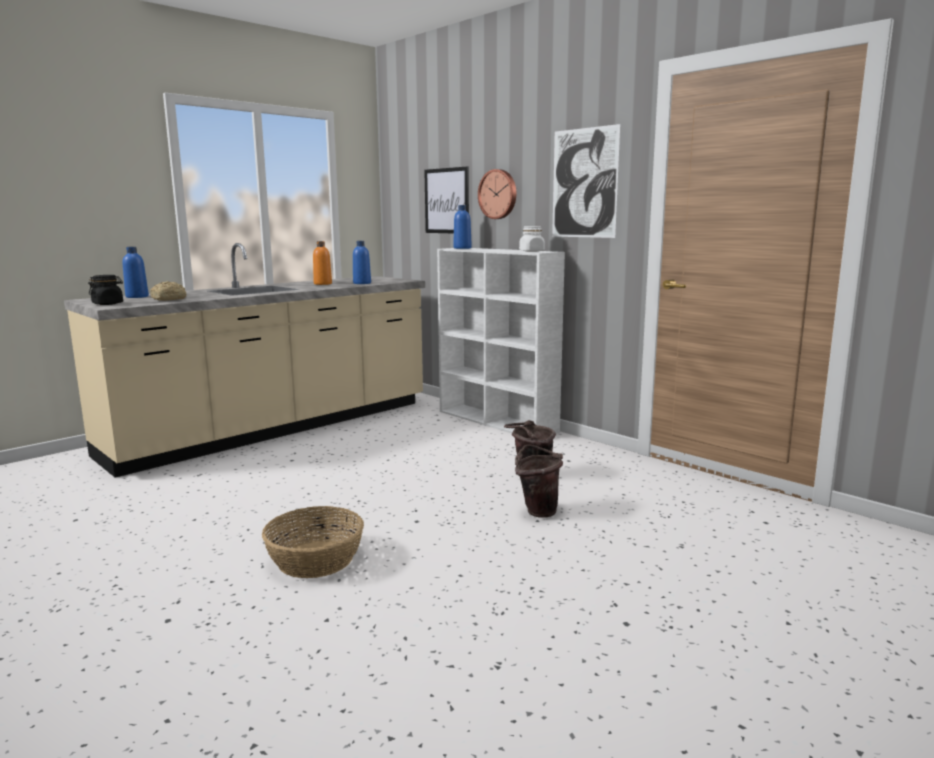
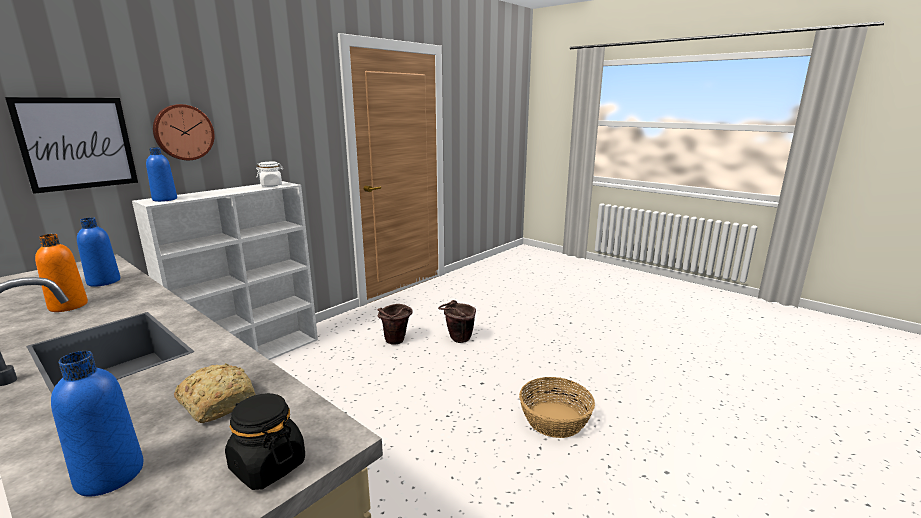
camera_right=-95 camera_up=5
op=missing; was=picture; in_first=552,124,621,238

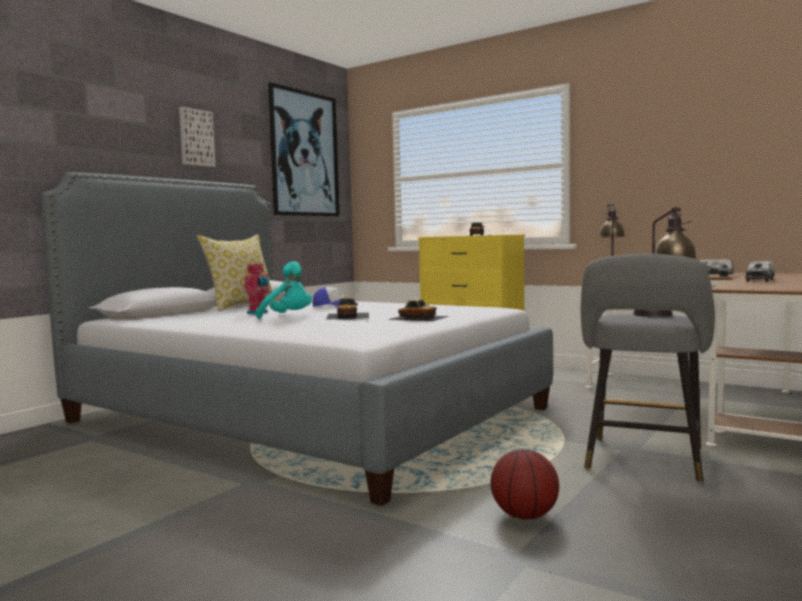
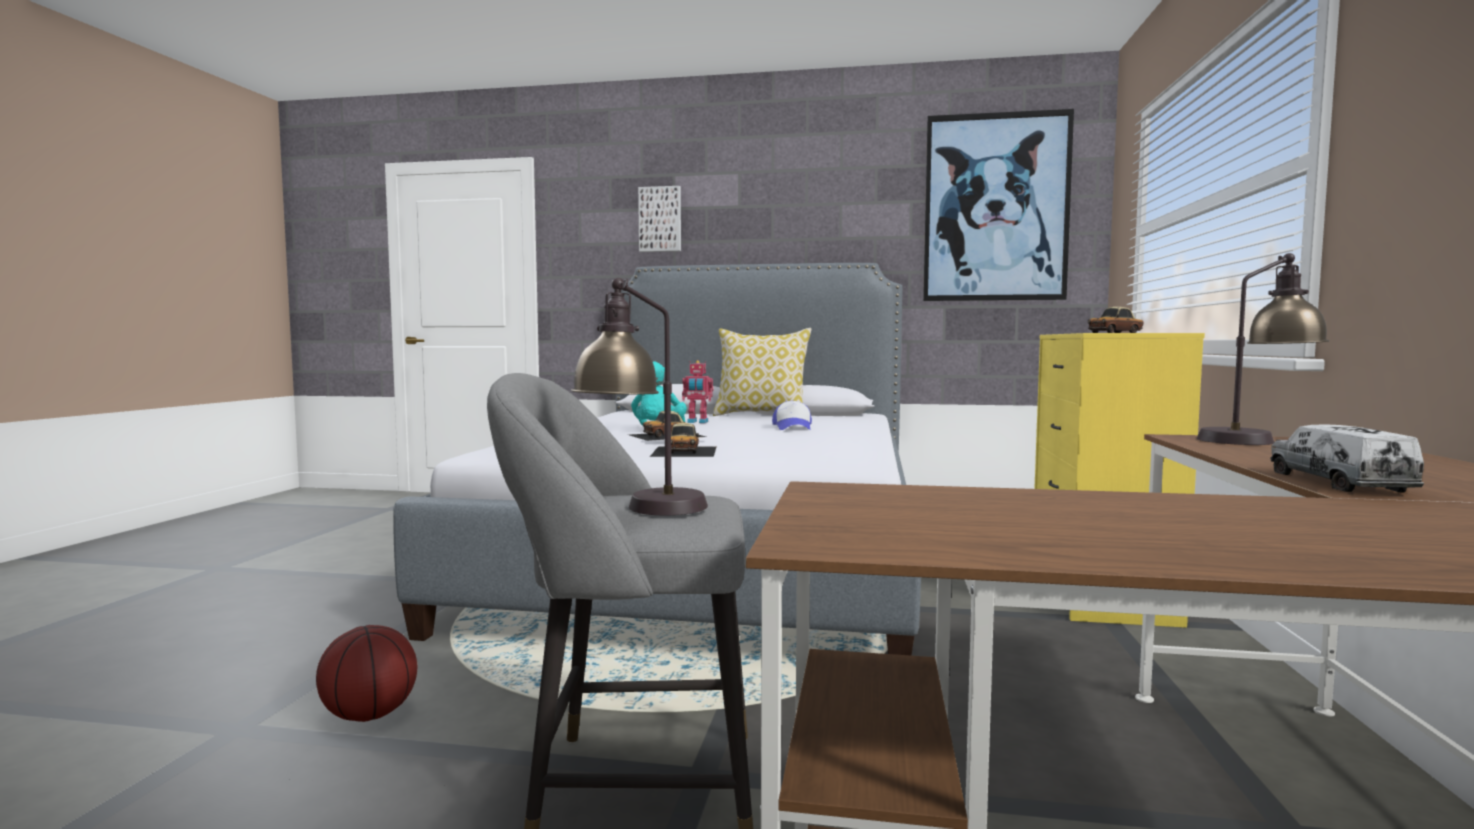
camera_right=65 camera_up=0
op=relocated; was=picture; in_first=179,107,215,167; in_second=638,186,681,252
op=missing; was=toy_truck; in_first=745,261,775,282

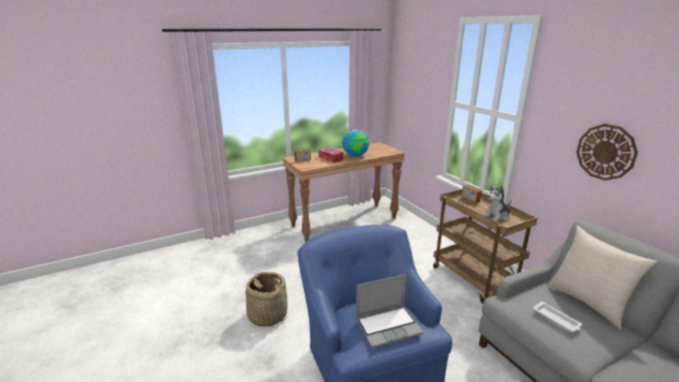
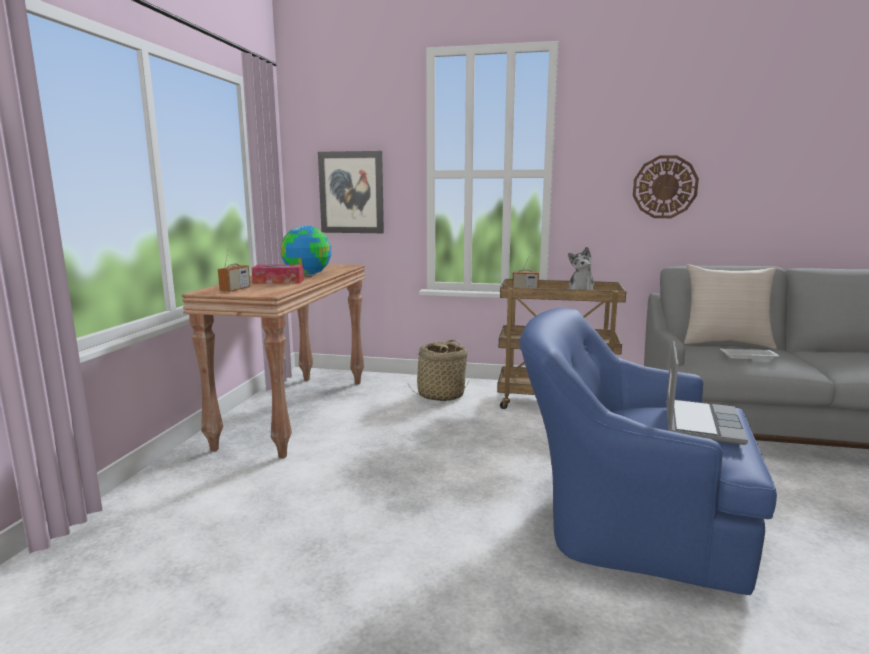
camera_right=-50 camera_up=-10
op=appeared; now=picture; in_second=318,151,384,233
op=relocated; was=basket; in_first=245,272,287,327; in_second=408,340,468,401

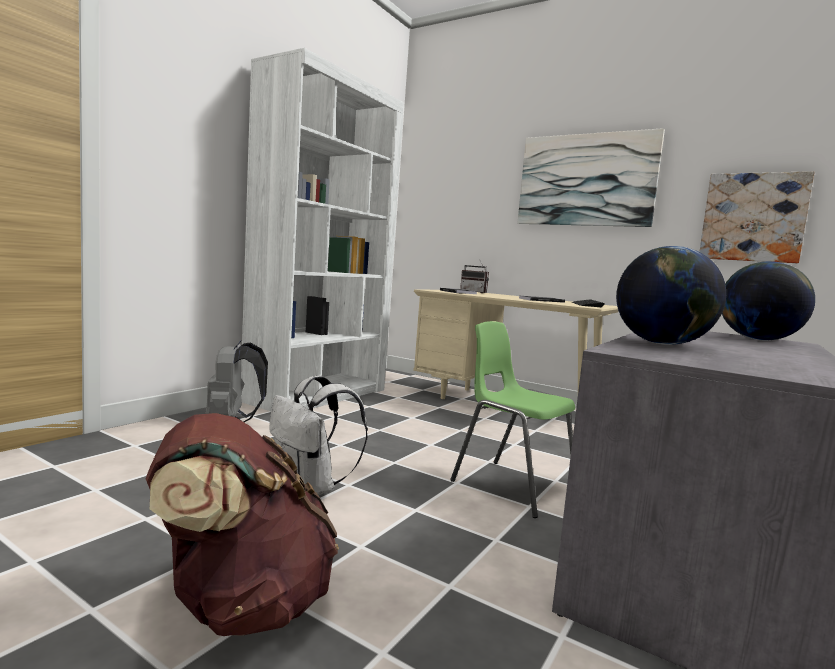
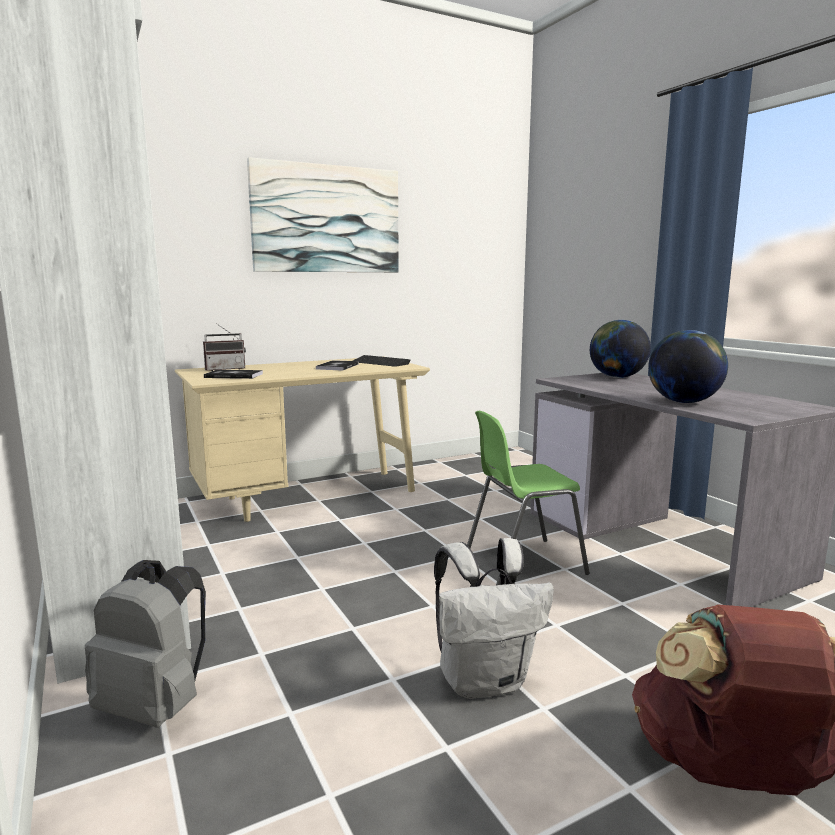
camera_right=-60 camera_up=5
op=missing; was=picture; in_first=699,171,815,263

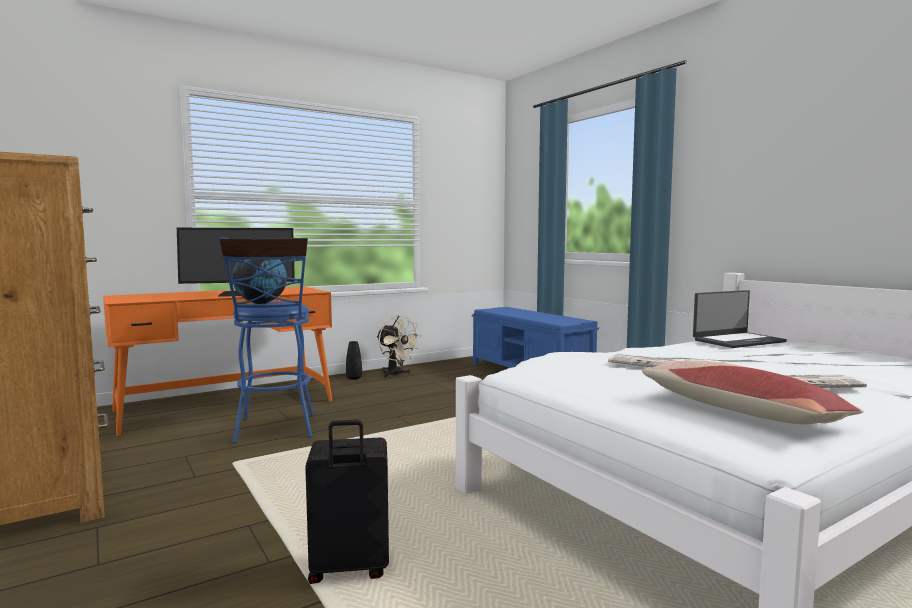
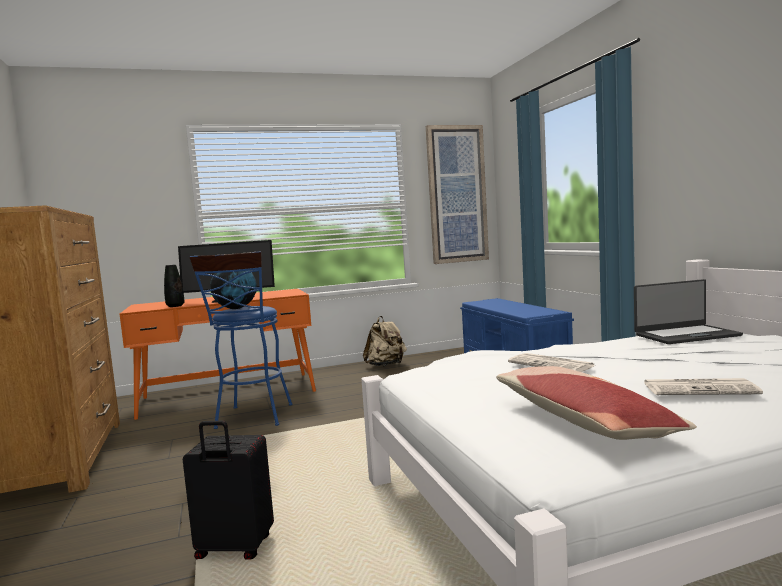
camera_right=15 camera_up=0
op=relocated; was=black_vase; in_first=346,341,362,380; in_second=164,265,184,307
op=exchanged; was=beige_fan; now=beige_backpack; in_first=377,316,421,378; in_second=363,316,407,367
op=appeared; now=picture; in_second=426,125,489,264

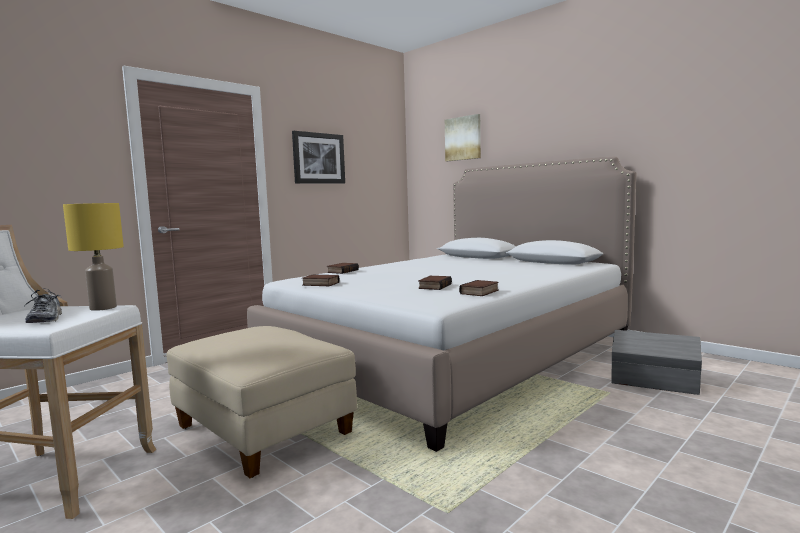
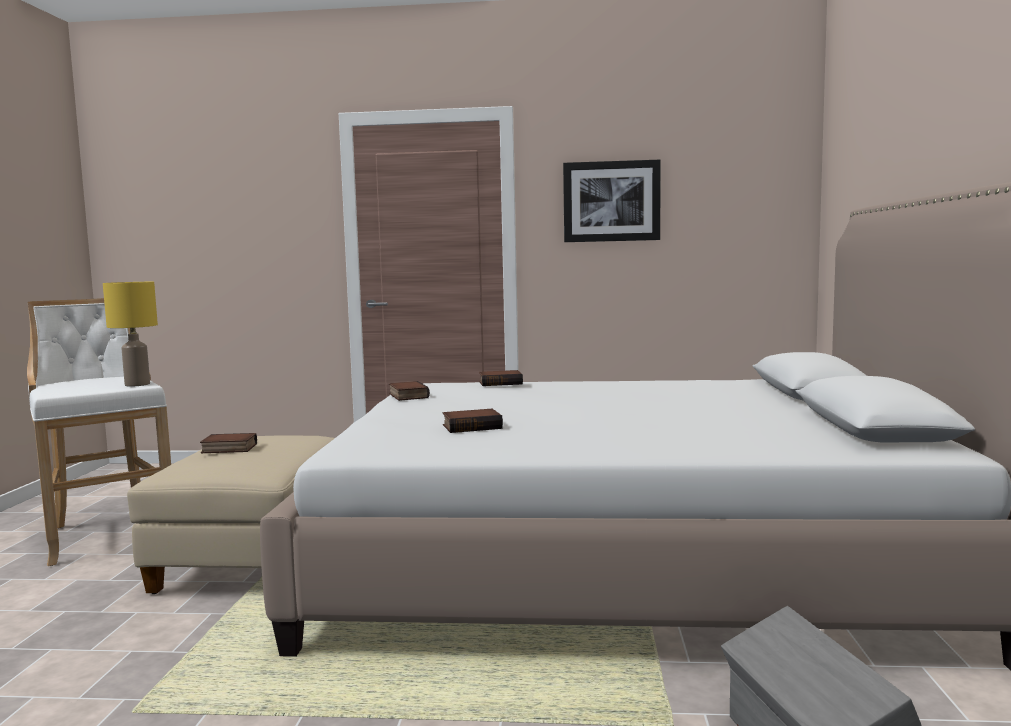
camera_right=50 camera_up=0
op=relocated; was=book; in_first=459,280,499,296; in_second=200,433,257,453
op=missing; was=shoe; in_first=24,289,62,323
op=missing; was=picture; in_first=445,114,481,161

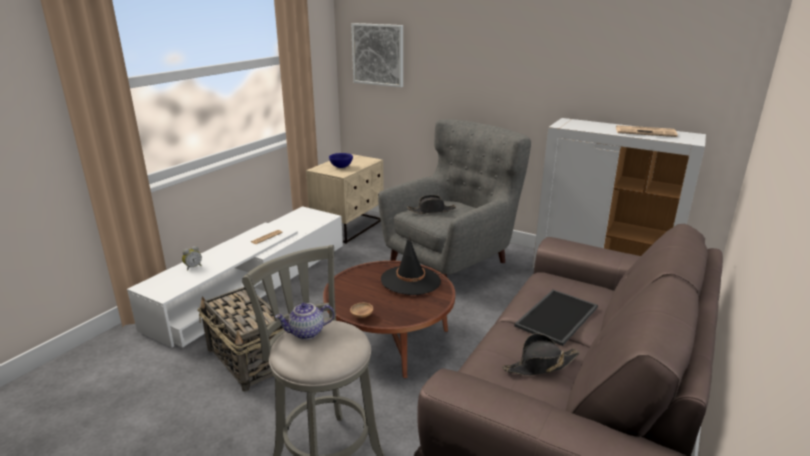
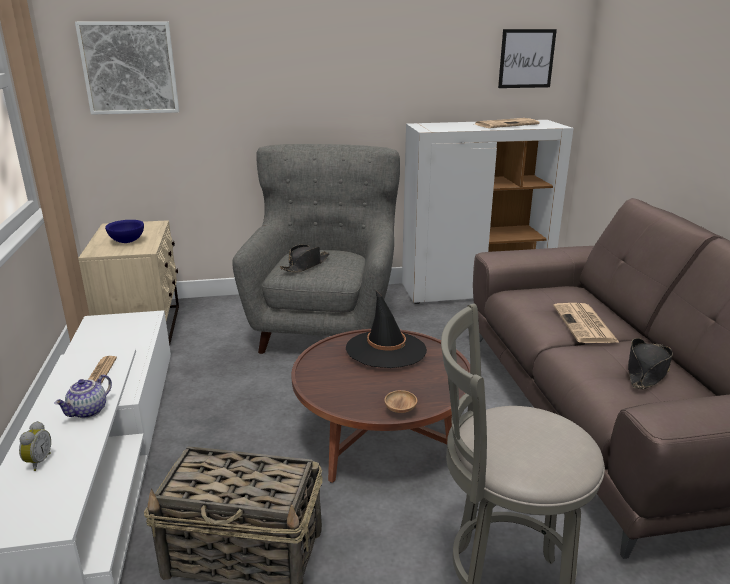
camera_right=-40 camera_up=0
op=relocated; was=teapot; in_first=275,303,334,340; in_second=54,374,112,418
op=appeared; now=picture; in_second=498,29,557,88
op=exchanged; was=tray; now=newspaper; in_first=514,290,598,346; in_second=553,303,620,343

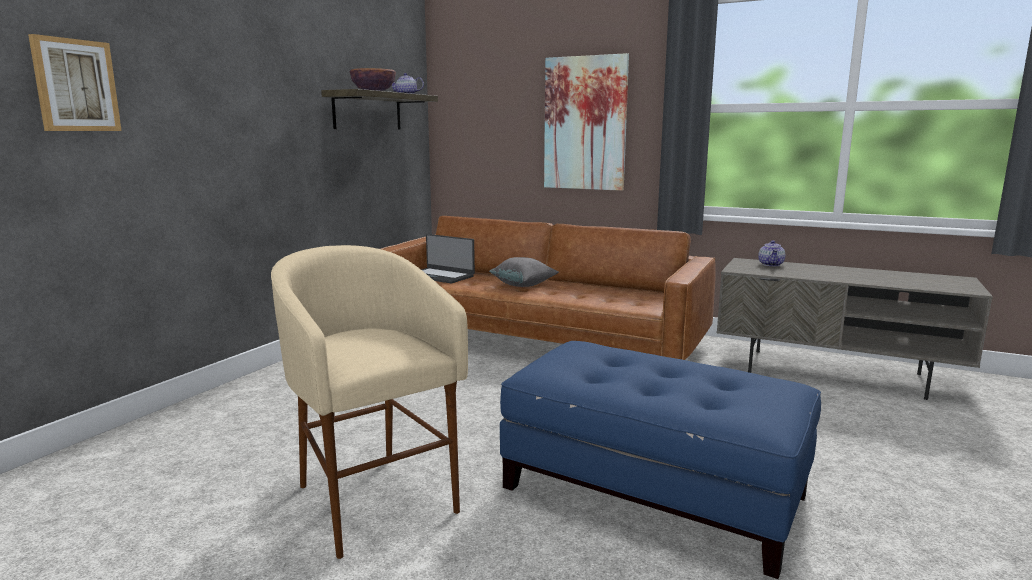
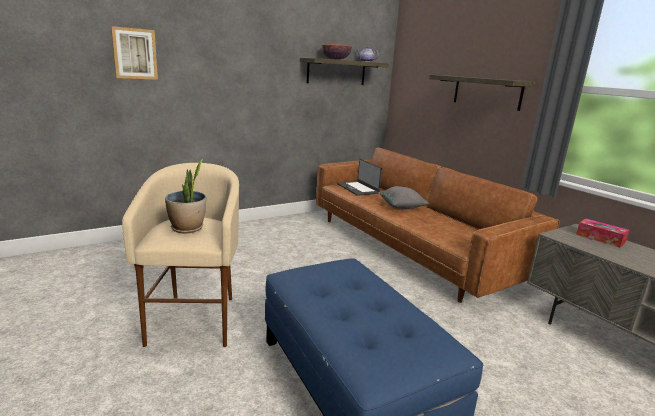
camera_right=30 camera_up=5
op=appeared; now=potted_plant; in_second=165,159,206,233
op=exchanged; was=picture; now=shelf; in_first=544,53,629,191; in_second=429,75,536,111
op=exchanged; was=teapot; now=tissue_box; in_first=758,240,785,266; in_second=576,219,629,247

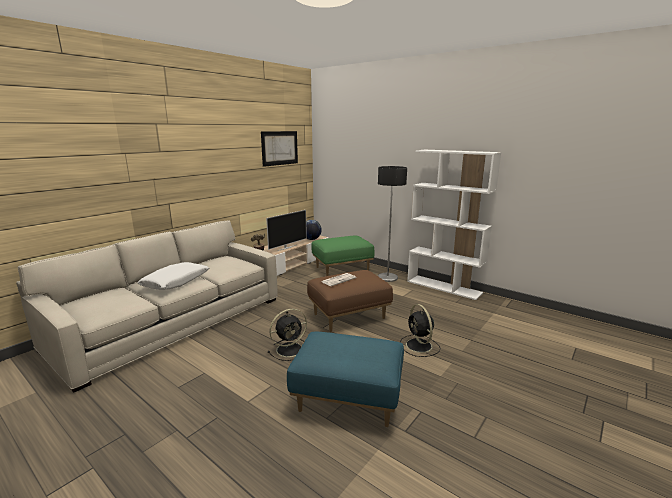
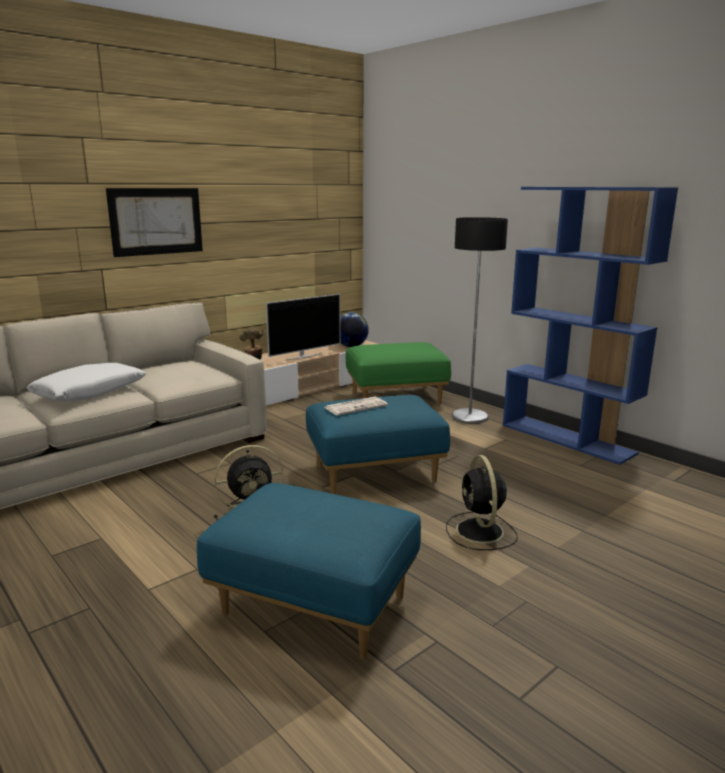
camera_right=10 camera_up=0
op=relocated; was=picture; in_first=261,131,298,167; in_second=106,188,203,257
op=colour; was=brown_ottoman; now=blue_ottoman; in_first=307,270,393,332; in_second=306,395,450,494
op=colour; was=white_bookcase; now=blue_bookcase; in_first=407,150,501,300; in_second=503,187,678,465

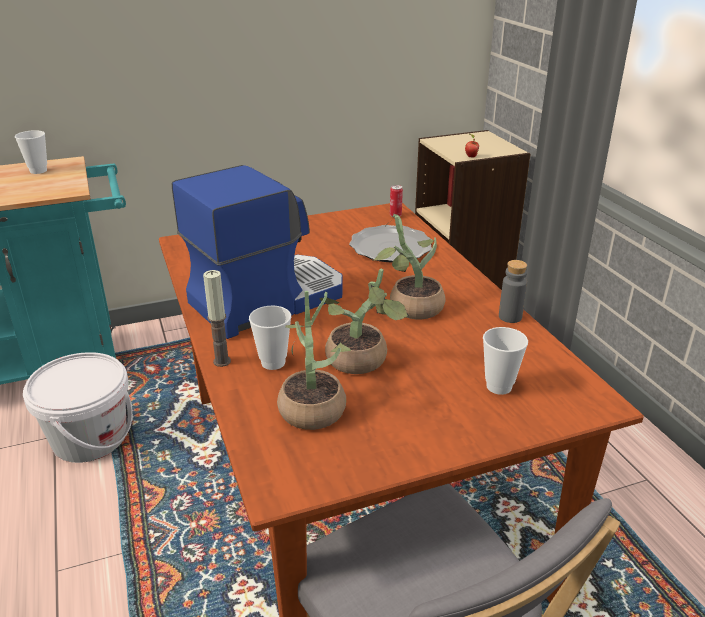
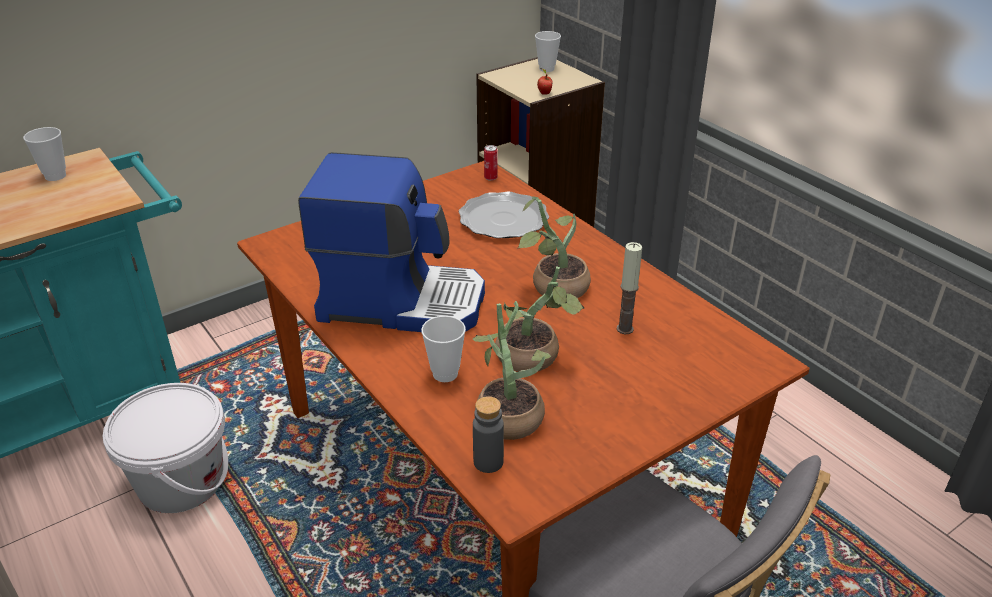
camera_right=-15 camera_up=5
op=spun; was=coffee_machine; in_first=172,165,343,339; in_second=298,152,485,332; clockwise=60
op=relocated; was=grey_bottle; in_first=499,260,527,323; in_second=473,396,504,473
op=relocated; was=cup; in_first=483,327,528,395; in_second=535,31,561,72
op=relocated; was=candle; in_first=203,270,231,367; in_second=617,242,642,334

